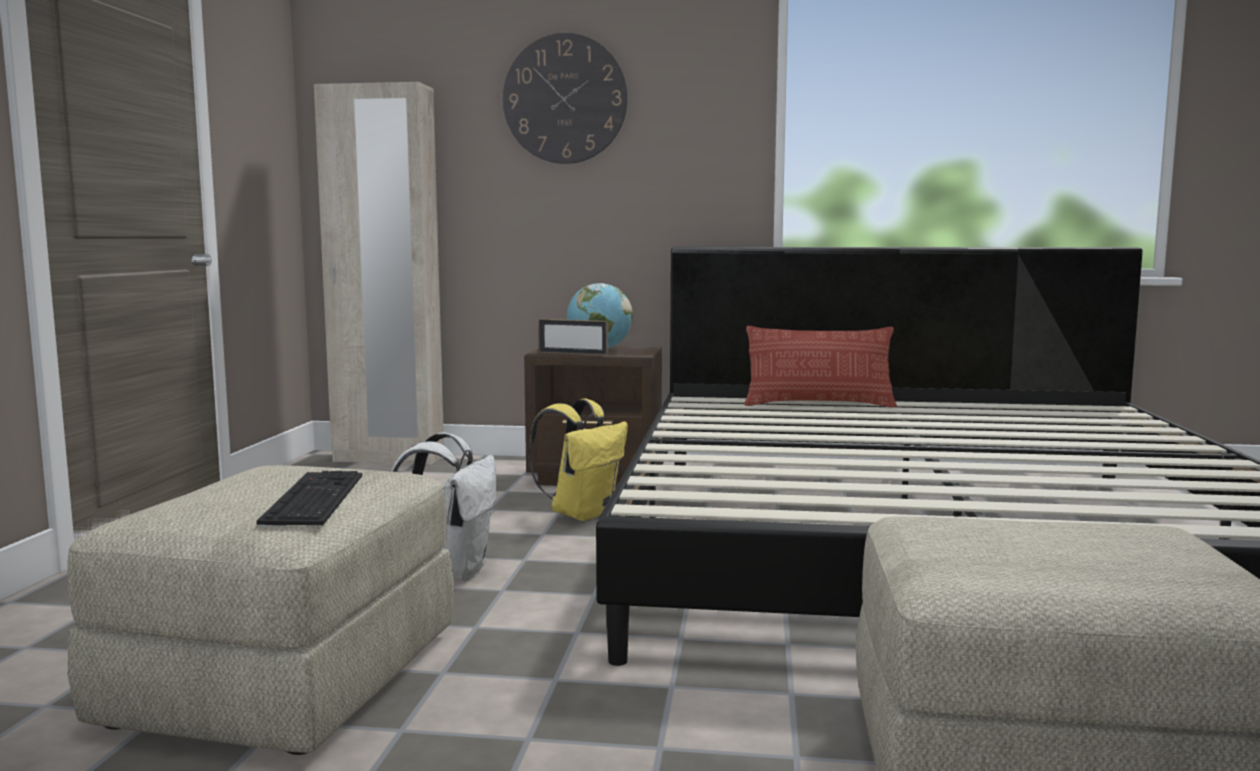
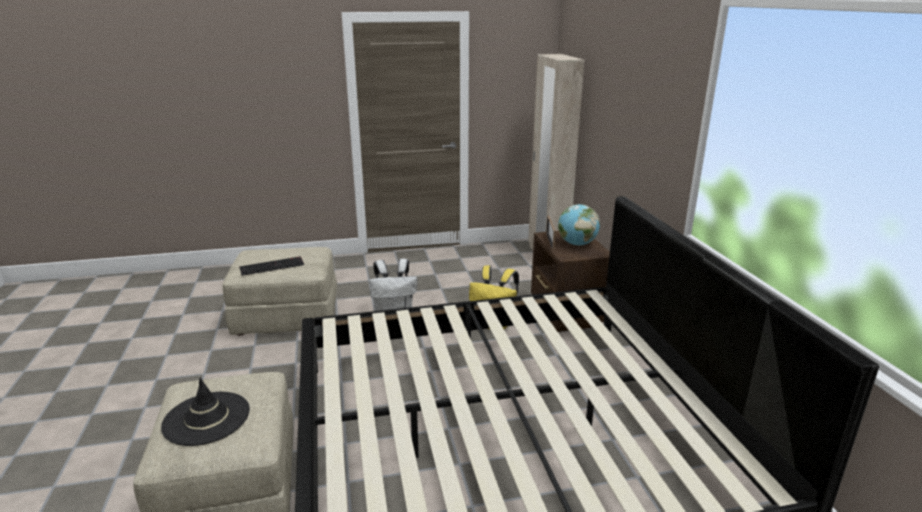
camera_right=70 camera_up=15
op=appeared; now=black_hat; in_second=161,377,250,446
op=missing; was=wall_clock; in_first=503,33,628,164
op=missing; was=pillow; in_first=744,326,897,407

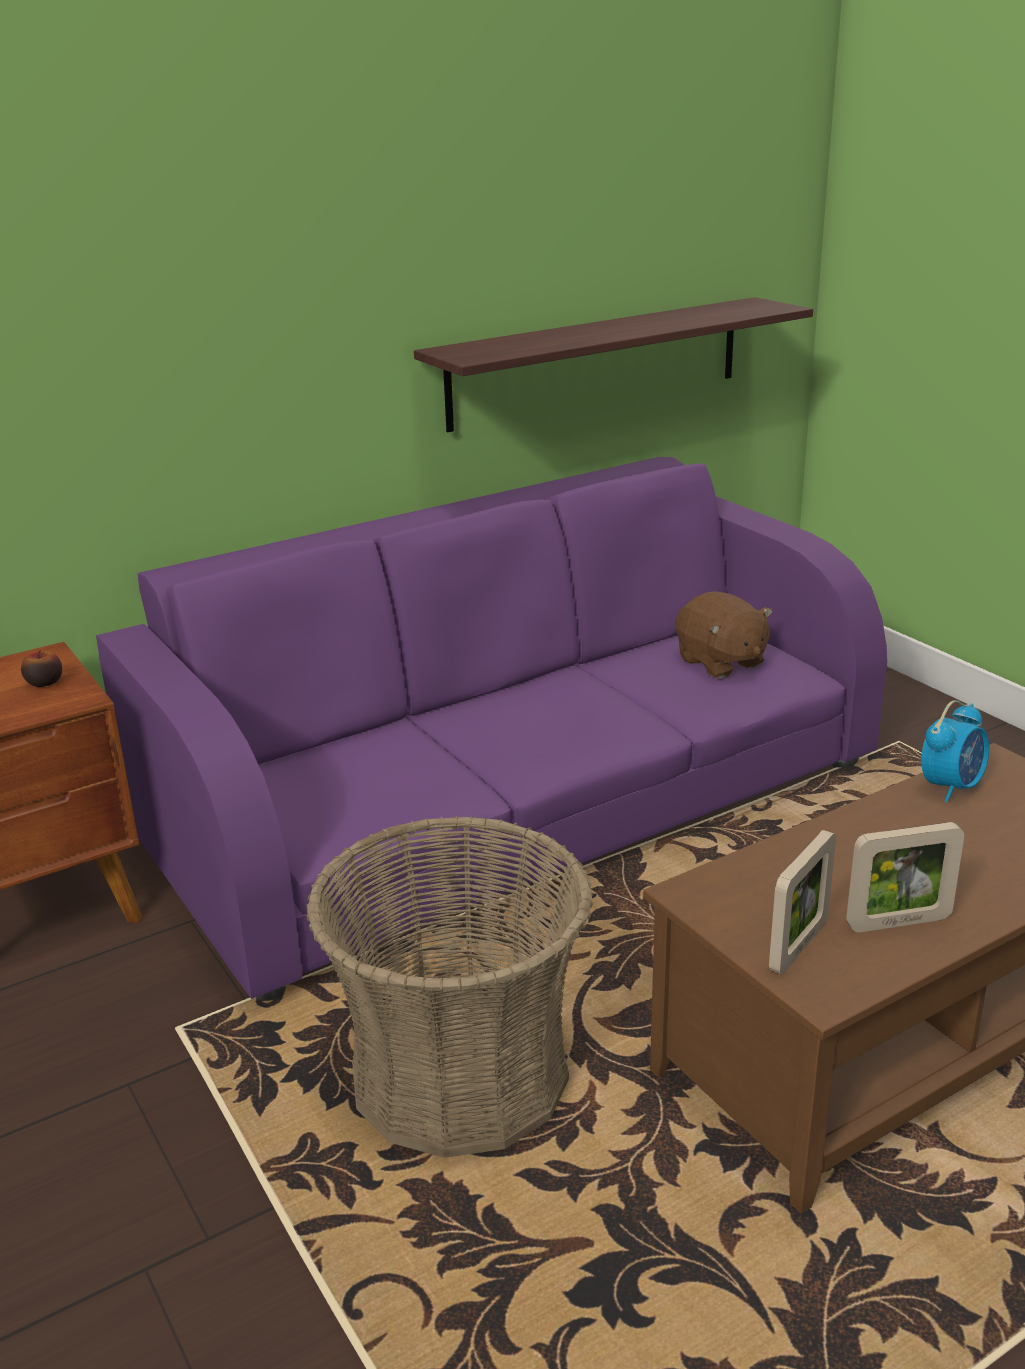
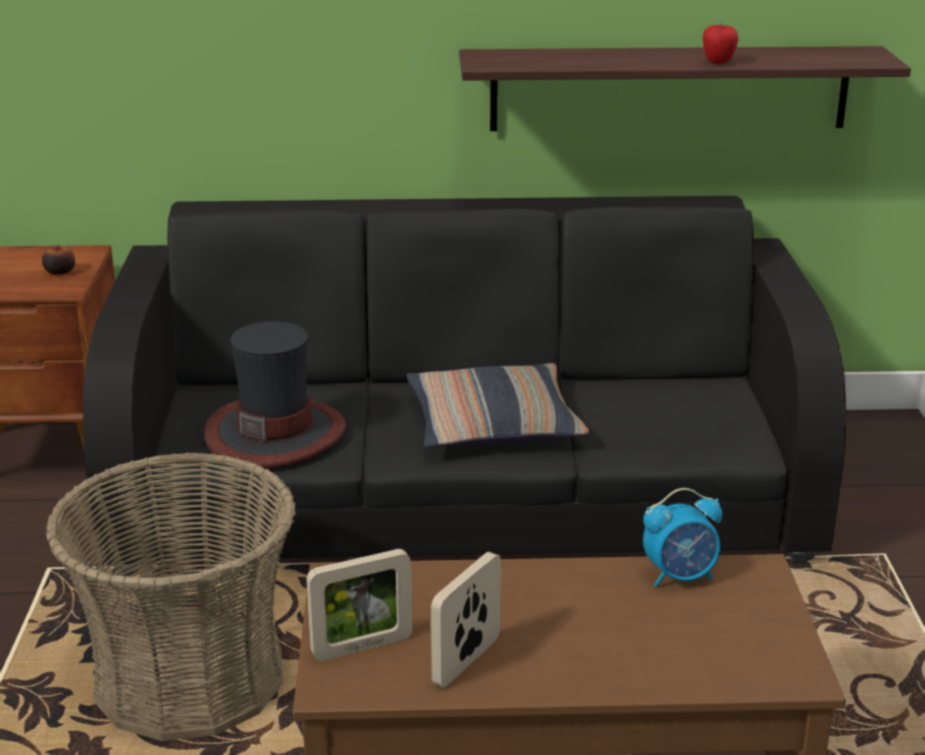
camera_right=30 camera_up=0
op=colour; was=purple_sofa; now=black_sofa; in_first=96,457,887,1001; in_second=83,196,846,574
op=appeared; now=hat; in_second=204,321,346,468
op=appeared; now=pillow; in_second=407,363,589,447
op=spun; was=picture_frame; in_first=846,822,964,932; in_second=431,552,501,688; clockwise=105
op=appeared; now=apple; in_second=703,25,739,64
op=missing; was=brown_plush_toy; in_first=676,592,773,678

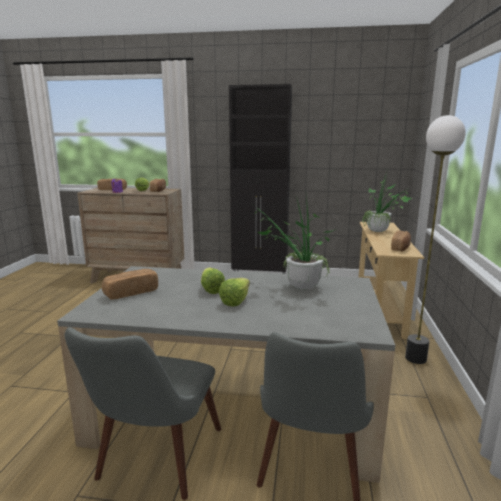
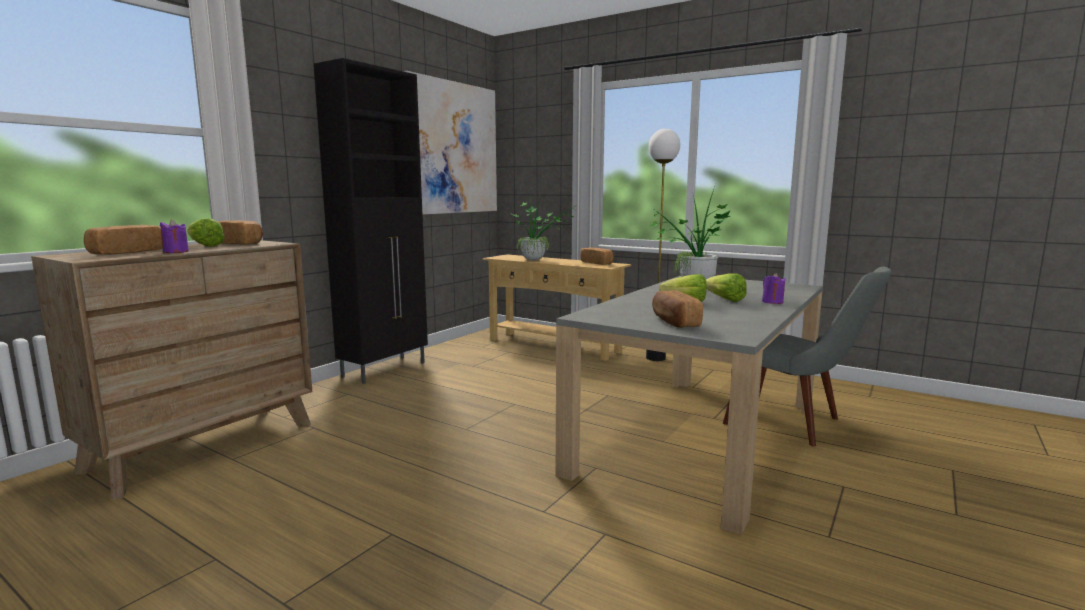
camera_right=-65 camera_up=-5
op=appeared; now=picture; in_second=403,71,497,215
op=appeared; now=purple_candle; in_second=762,273,786,304
op=missing; was=grey_chair; in_first=65,327,221,500

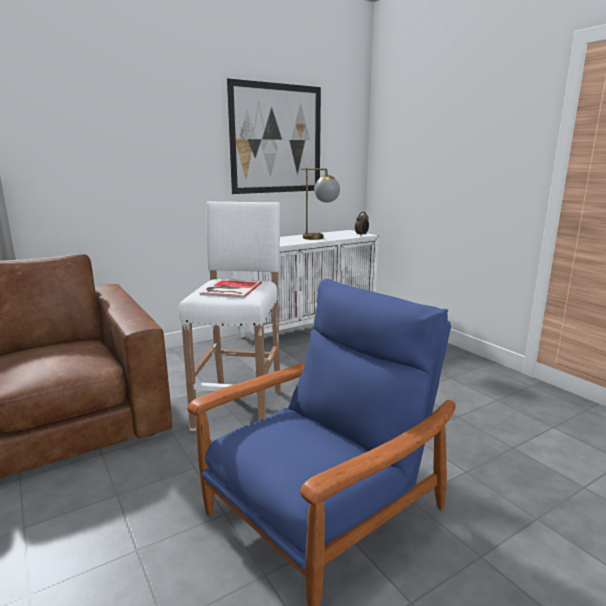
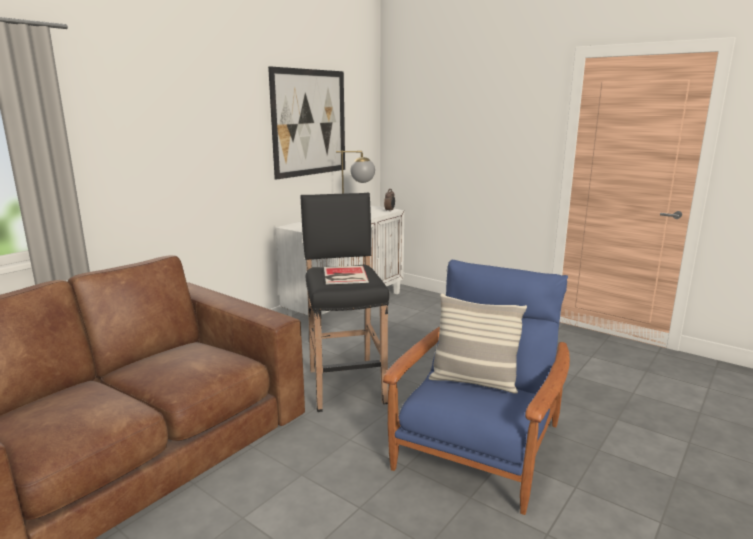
camera_right=-20 camera_up=0
op=colour; was=white_stool; now=black_stool; in_first=178,201,281,431; in_second=301,193,389,412
op=appeared; now=pillow; in_second=429,293,527,394

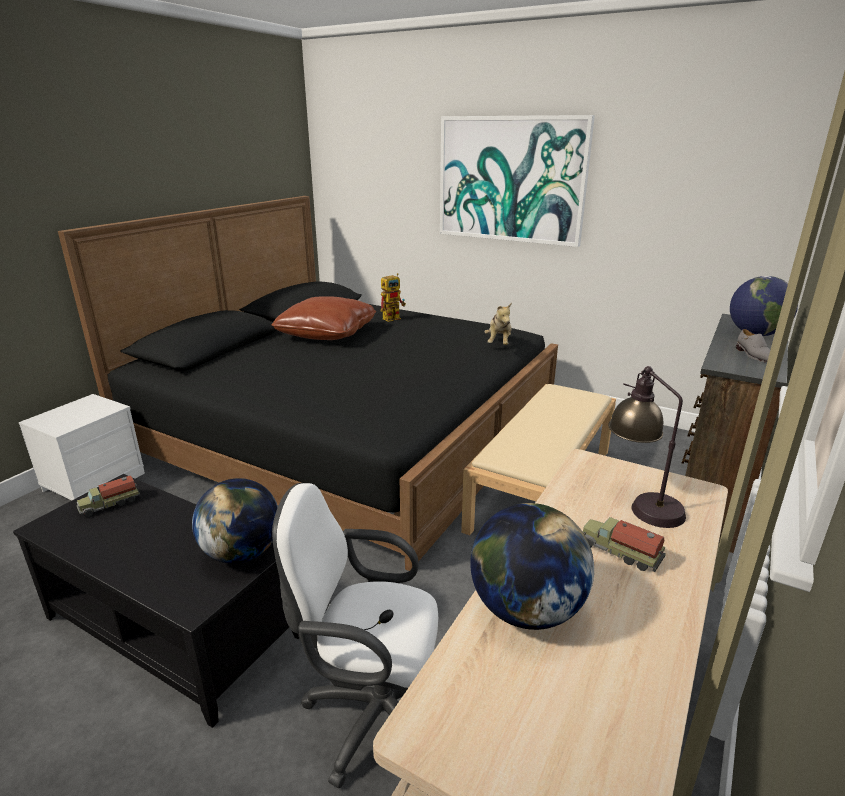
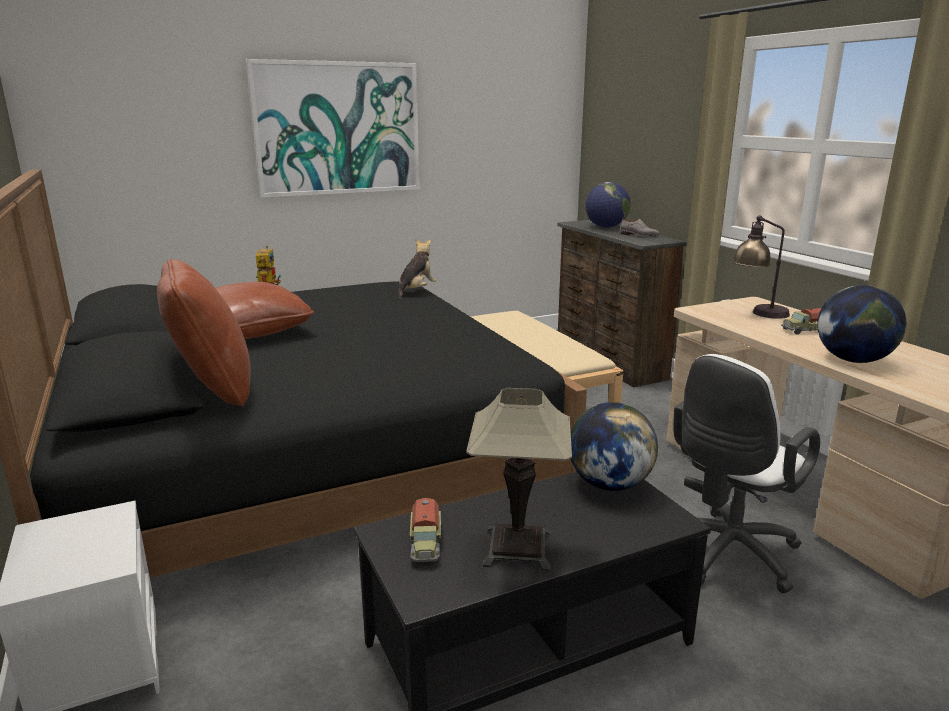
camera_right=-55 camera_up=-5
op=appeared; now=brown_pillow; in_second=157,259,251,407
op=spun; was=plush_toy; in_first=484,303,512,345; in_second=398,239,436,299; clockwise=-105
op=appeared; now=table_lamp; in_second=466,388,572,571

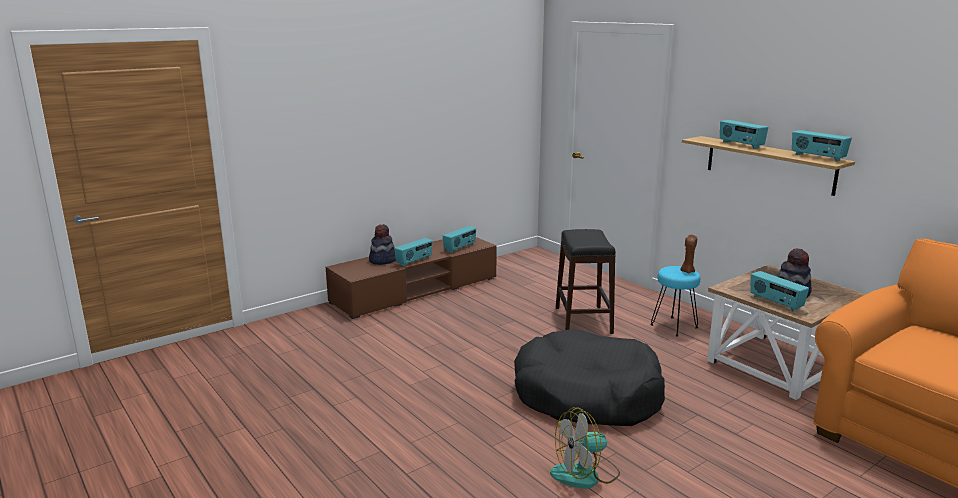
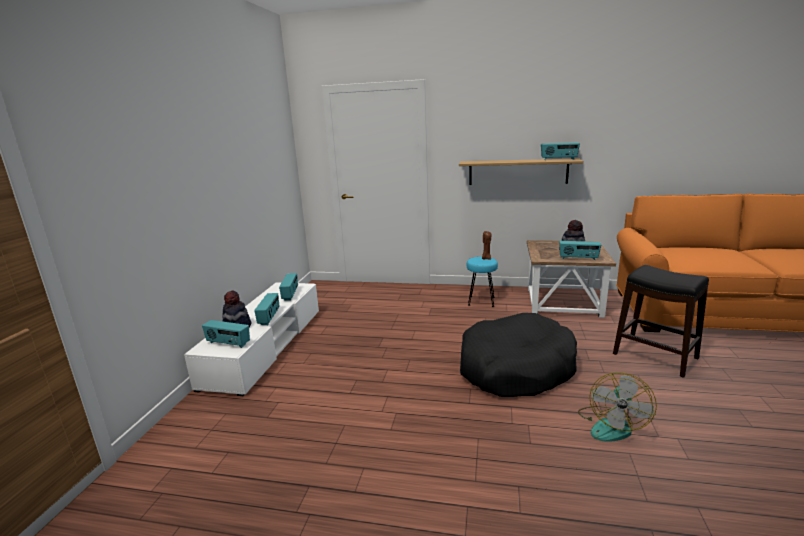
camera_right=-40 camera_up=0
op=colour; was=brown_tv_stand; now=white_tv_stand; in_first=326,237,497,319; in_second=184,282,319,396
op=relocated; was=radio; in_first=720,120,768,149; in_second=202,320,250,348
op=relocated; was=black_stool; in_first=556,229,616,334; in_second=613,265,709,378

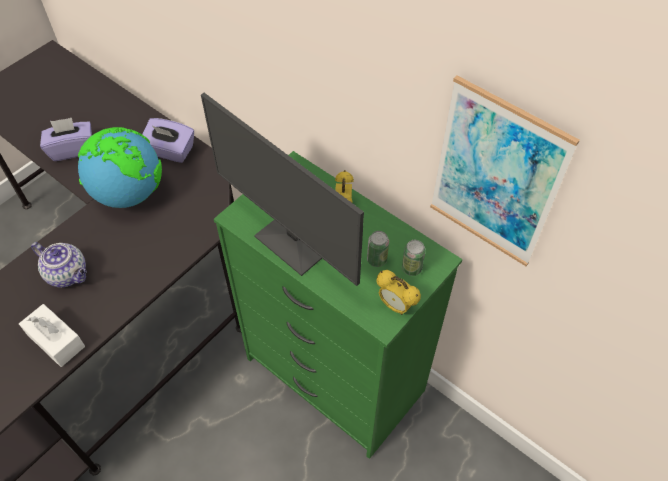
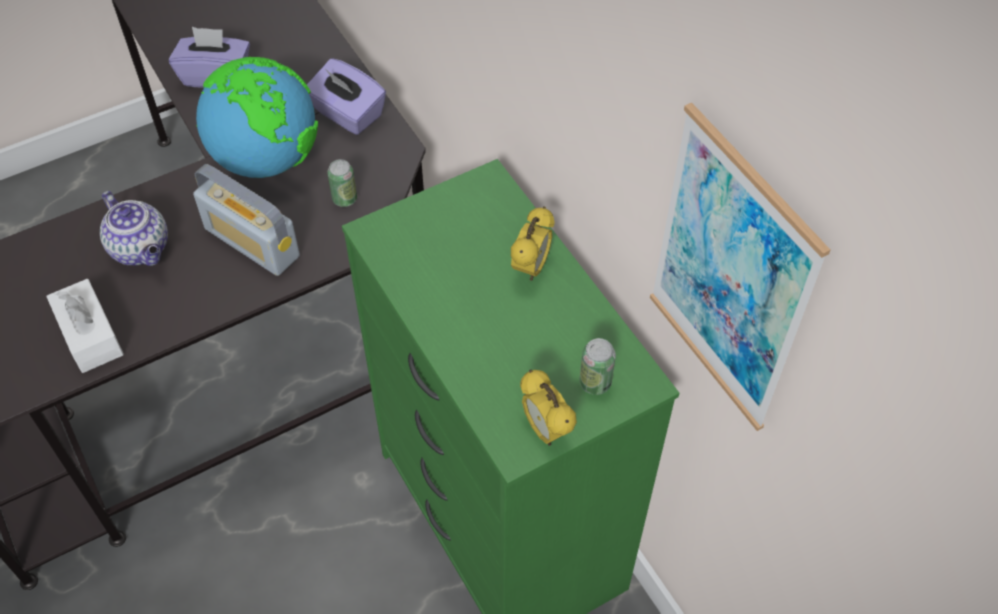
camera_right=20 camera_up=0
op=appeared; now=radio; in_second=193,164,300,276
op=relocated; was=can; in_first=367,231,389,267; in_second=327,159,357,207
op=missing; was=monitor; in_first=201,93,364,286

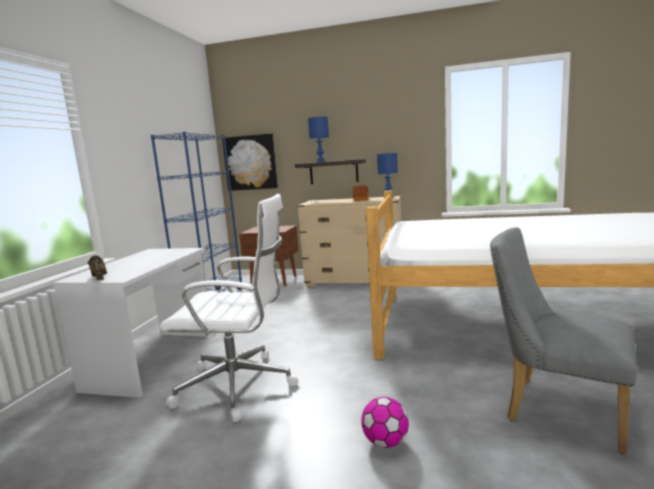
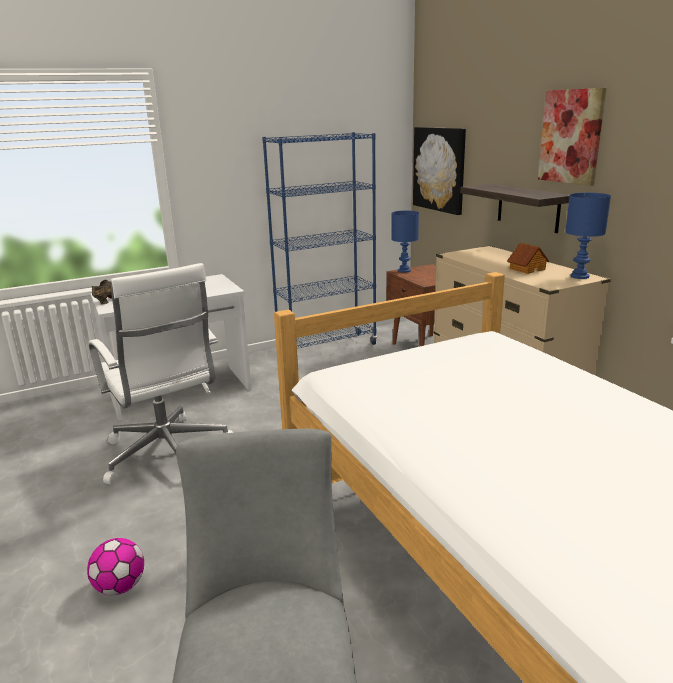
camera_right=50 camera_up=10
op=relocated; was=blue_table_lamp; in_first=308,117,329,162; in_second=391,210,419,273
op=appeared; now=picture; in_second=538,88,606,186

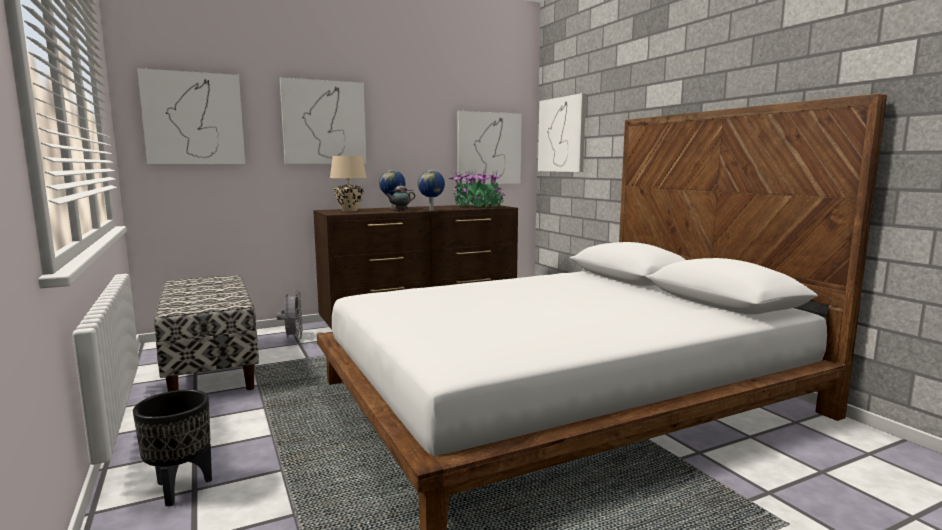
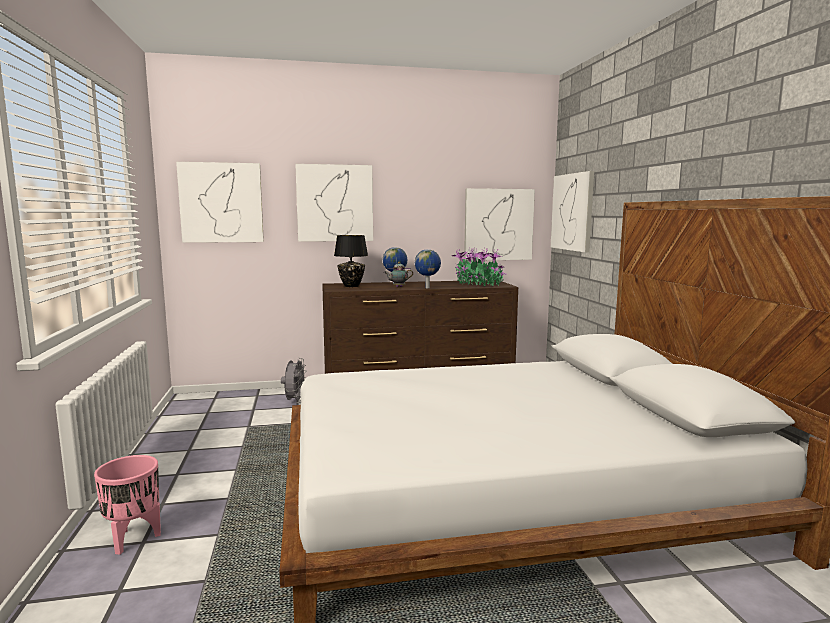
camera_right=15 camera_up=0
op=colour; was=black_planter; now=pink_planter; in_first=133,390,212,506; in_second=94,455,161,555
op=colour; was=beige_table_lamp; now=black_table_lamp; in_first=330,156,367,212; in_second=334,235,368,287
op=missing; was=bench; in_first=154,275,259,392

